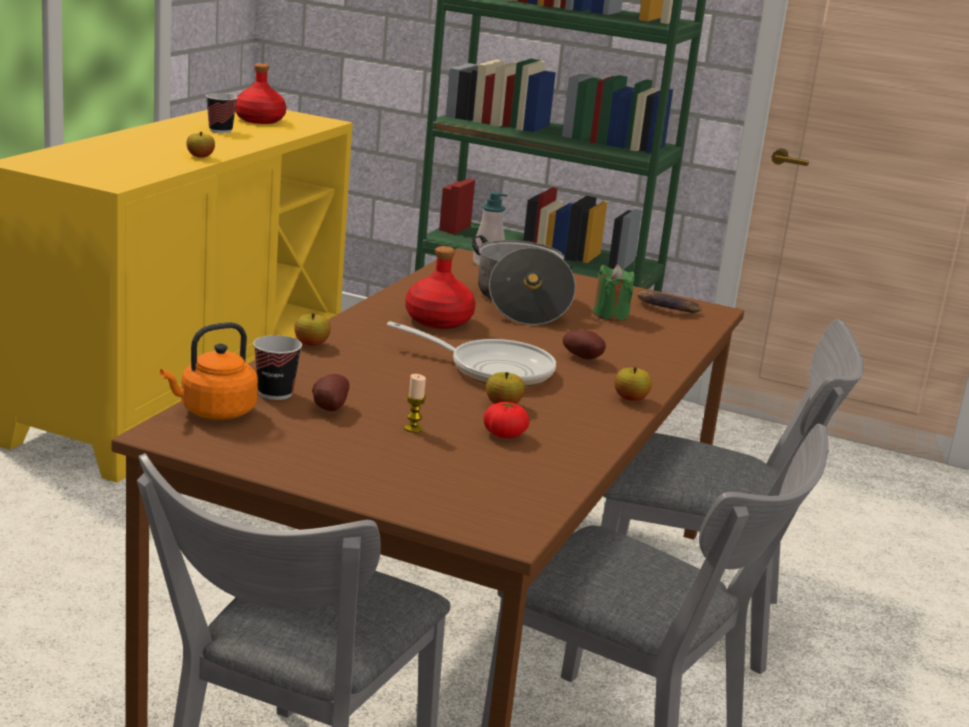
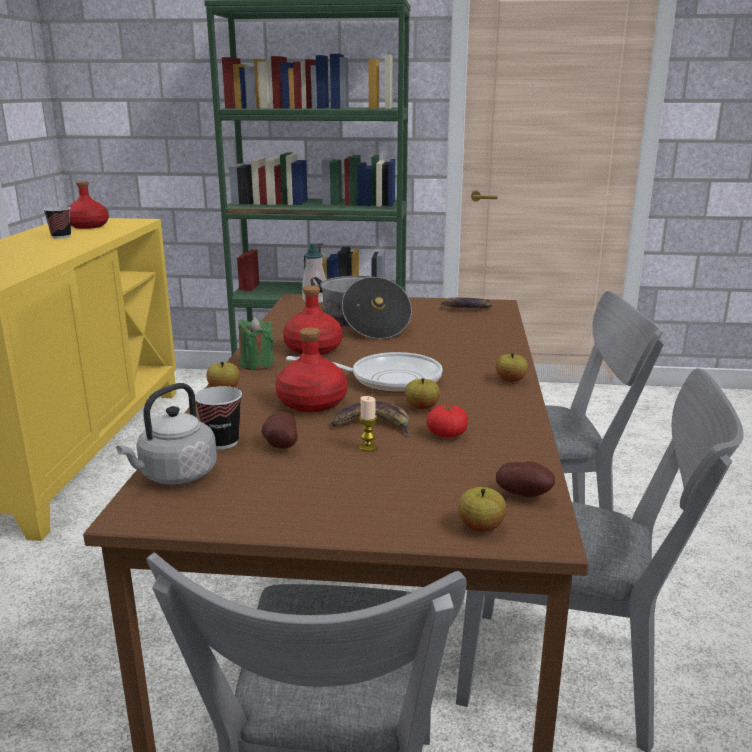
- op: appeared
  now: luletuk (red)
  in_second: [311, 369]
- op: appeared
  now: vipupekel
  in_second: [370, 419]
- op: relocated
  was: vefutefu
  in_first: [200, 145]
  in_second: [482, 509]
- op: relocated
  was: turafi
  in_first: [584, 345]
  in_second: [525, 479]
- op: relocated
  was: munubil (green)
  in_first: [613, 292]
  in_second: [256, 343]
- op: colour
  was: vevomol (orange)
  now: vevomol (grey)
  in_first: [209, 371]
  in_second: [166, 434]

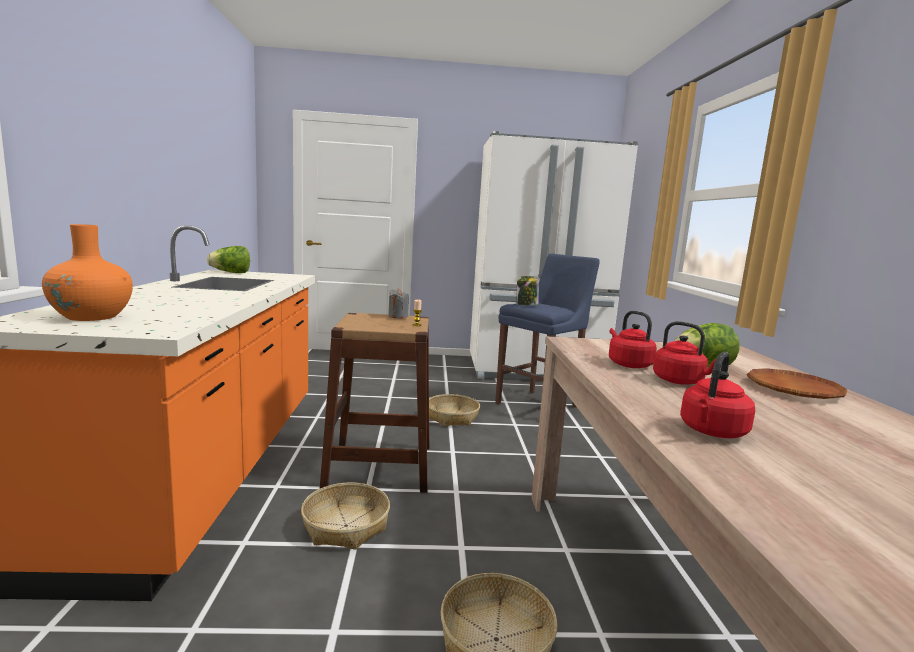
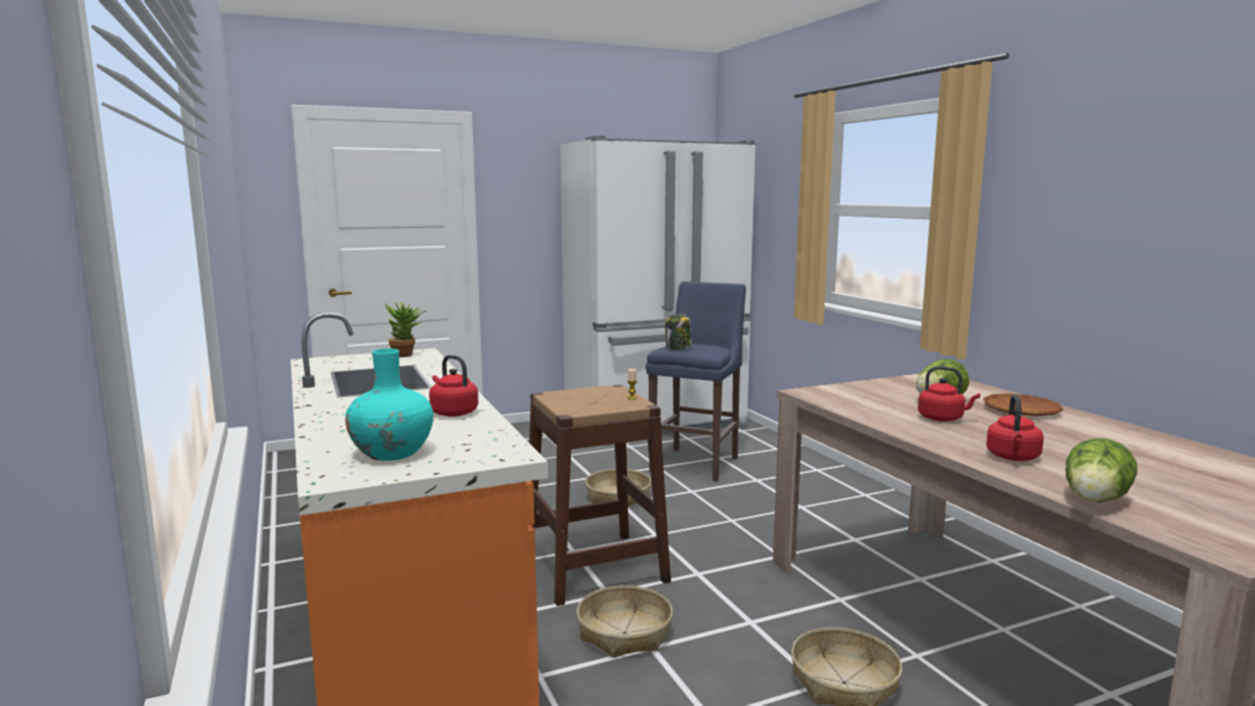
- op: missing
  was: munubil (grey)
  in_first: [398, 303]
- op: appeared
  now: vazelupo
  in_second: [405, 329]
- op: relocated
  was: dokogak
  in_first: [228, 259]
  in_second: [1101, 470]
- op: relocated
  was: vevomol (red)
  in_first: [633, 339]
  in_second: [453, 386]
- op: colour
  was: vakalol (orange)
  now: vakalol (turquoise)
  in_first: [87, 272]
  in_second: [389, 404]

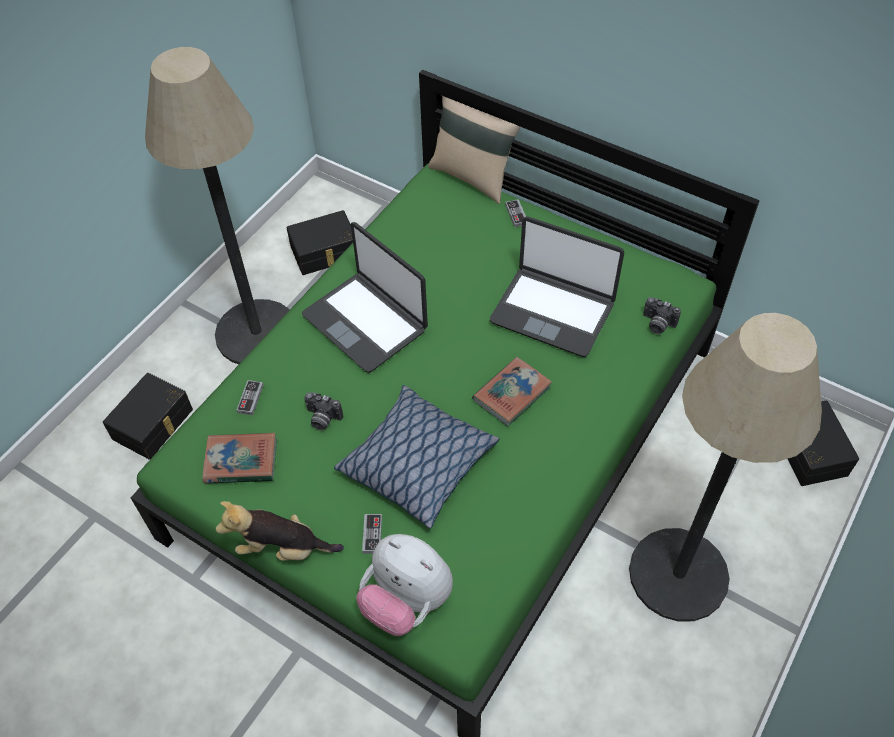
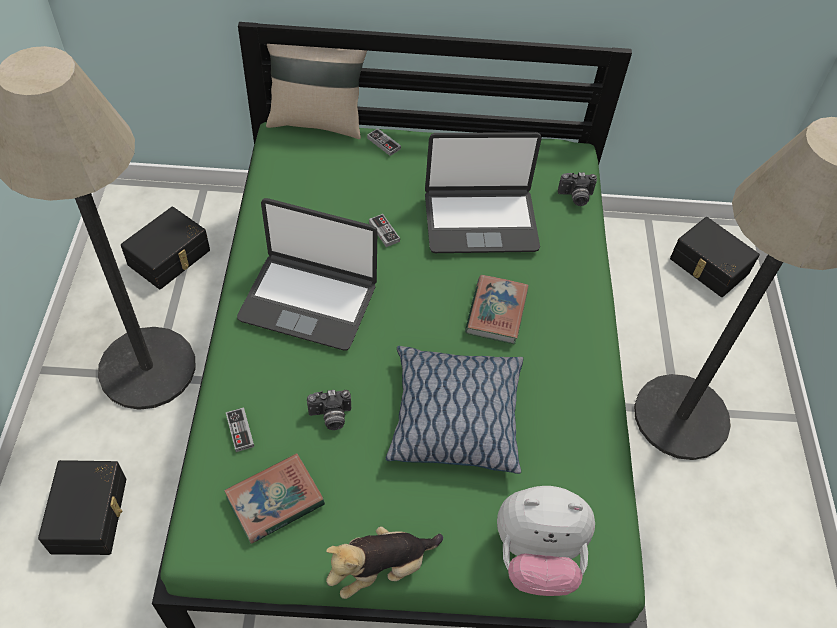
- op: relocated
  was: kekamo
  in_first: [372, 534]
  in_second: [384, 230]

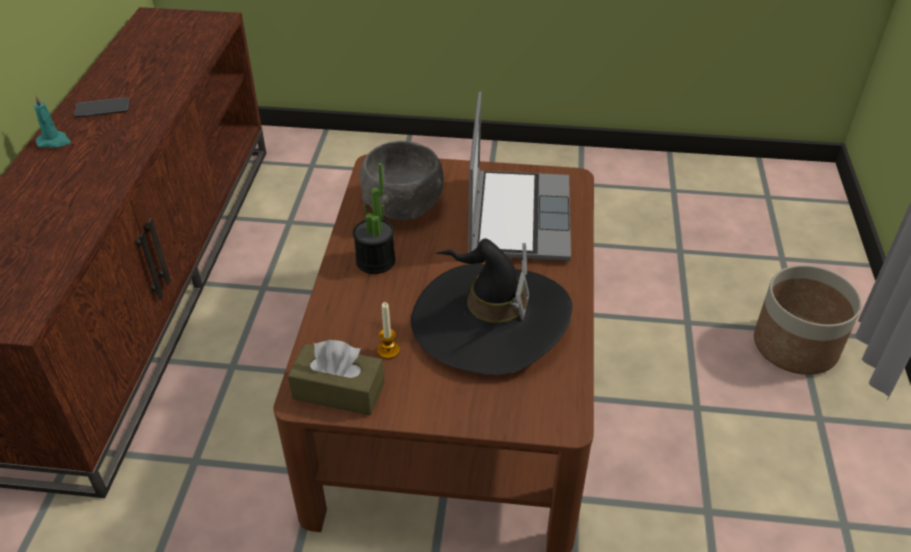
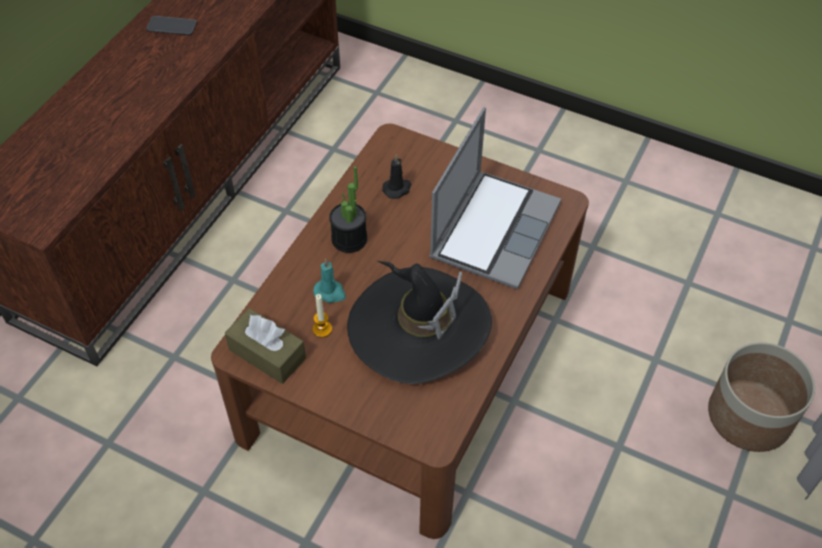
- op: relocated
  was: munubil (turquoise)
  in_first: [52, 121]
  in_second: [329, 281]
- op: exchanged
  was: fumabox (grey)
  now: munubil (black)
  in_first: [402, 180]
  in_second: [397, 176]

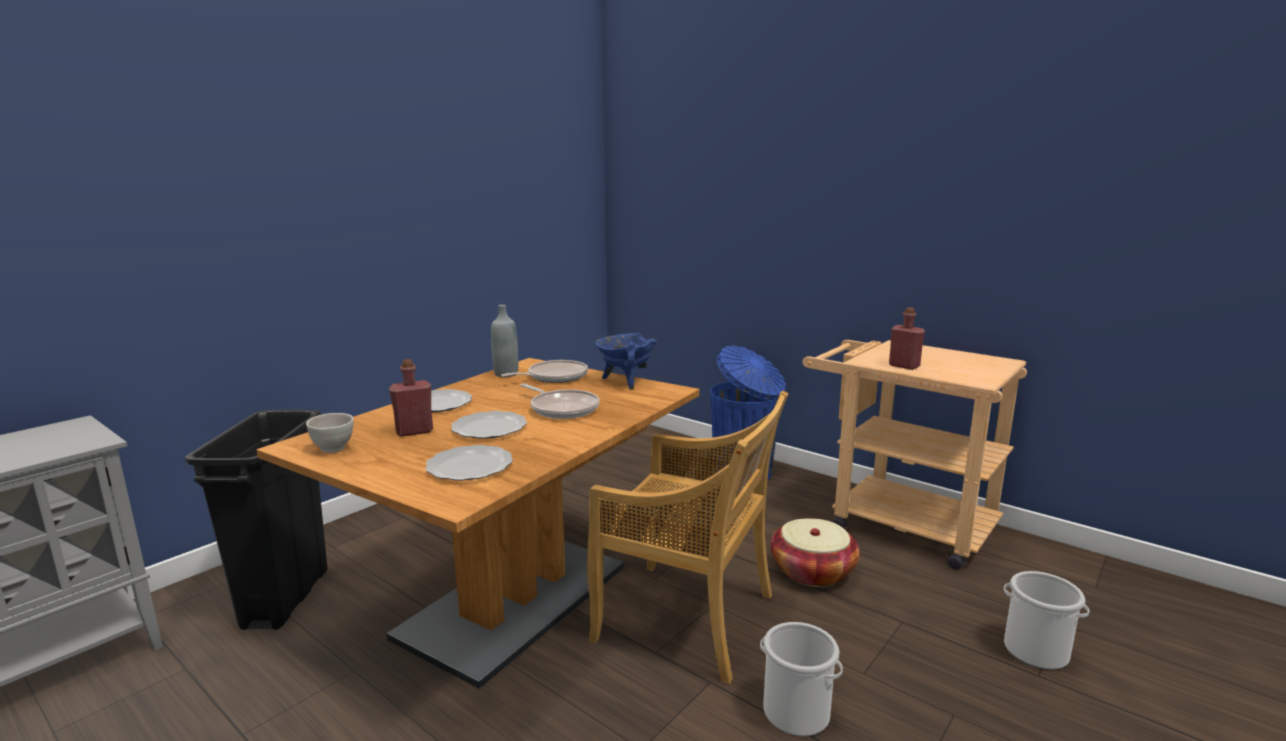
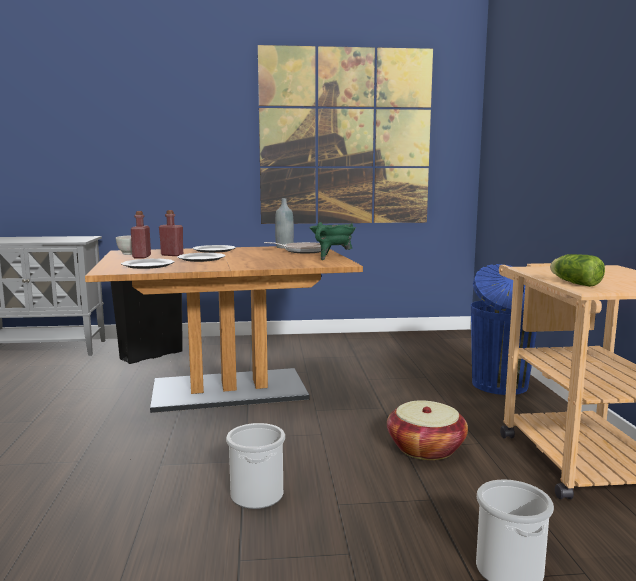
- op: missing
  was: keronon
  in_first: [560, 401]
- op: missing
  was: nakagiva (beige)
  in_first: [687, 537]
- op: appeared
  now: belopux
  in_second: [345, 134]
- op: appeared
  now: dokogak
  in_second: [577, 270]
- op: relocated
  was: luletuk (red)
  in_first: [907, 338]
  in_second: [141, 234]
- op: colour
  was: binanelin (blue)
  now: binanelin (green)
  in_first: [626, 361]
  in_second: [333, 241]

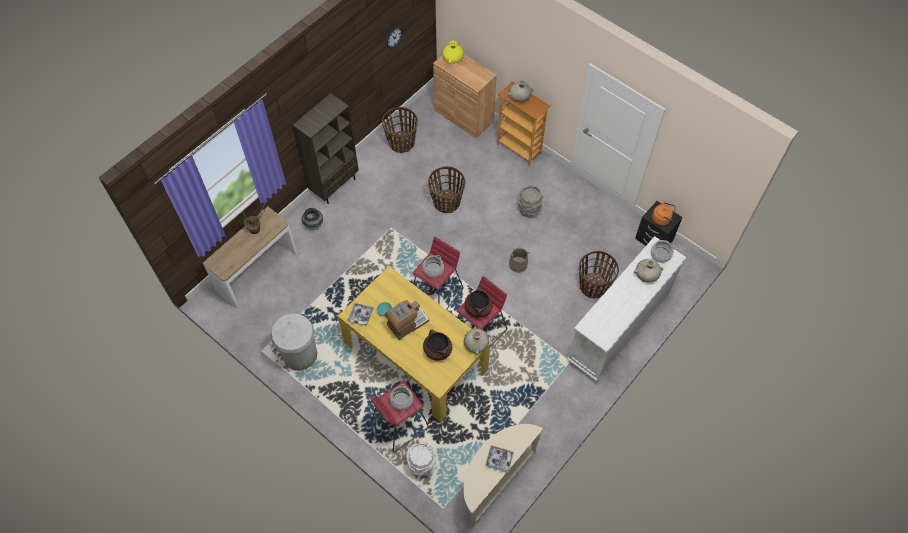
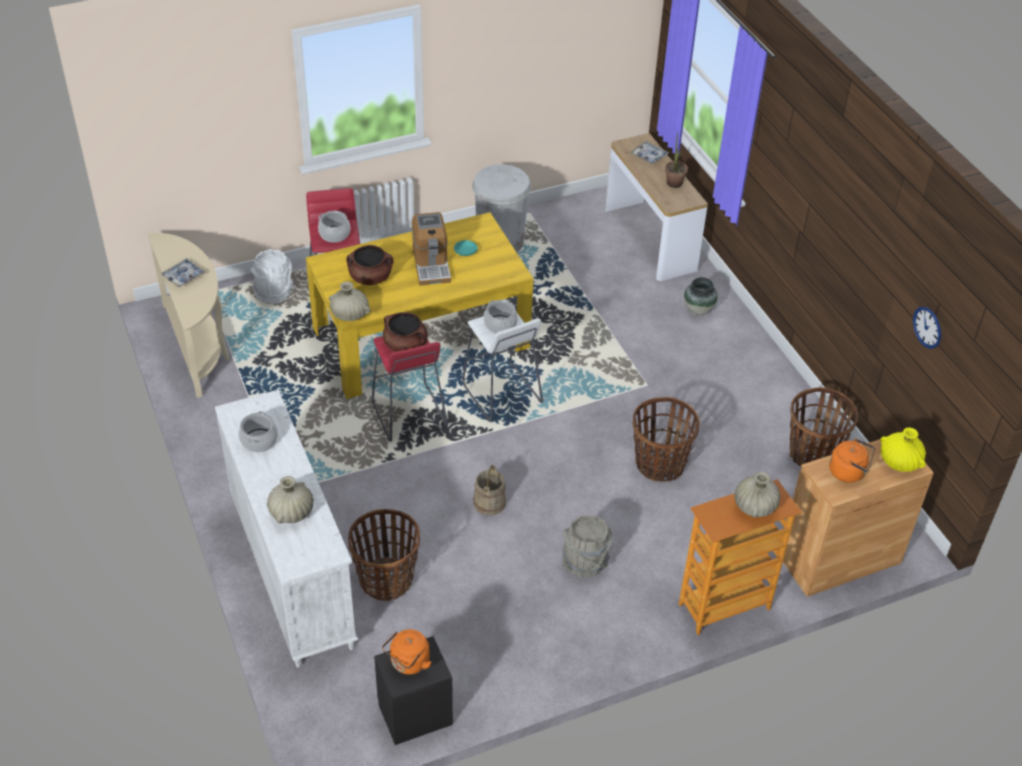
- op: missing
  was: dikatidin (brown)
  in_first: [326, 148]
- op: appeared
  now: vevomol (orange)
  in_second: [852, 461]
- op: relocated
  was: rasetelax
  in_first: [361, 315]
  in_second: [649, 153]
- op: relocated
  was: binanelin
  in_first: [662, 251]
  in_second: [258, 432]
- op: colour
  was: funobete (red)
  now: funobete (white)
  in_first: [438, 273]
  in_second: [502, 368]

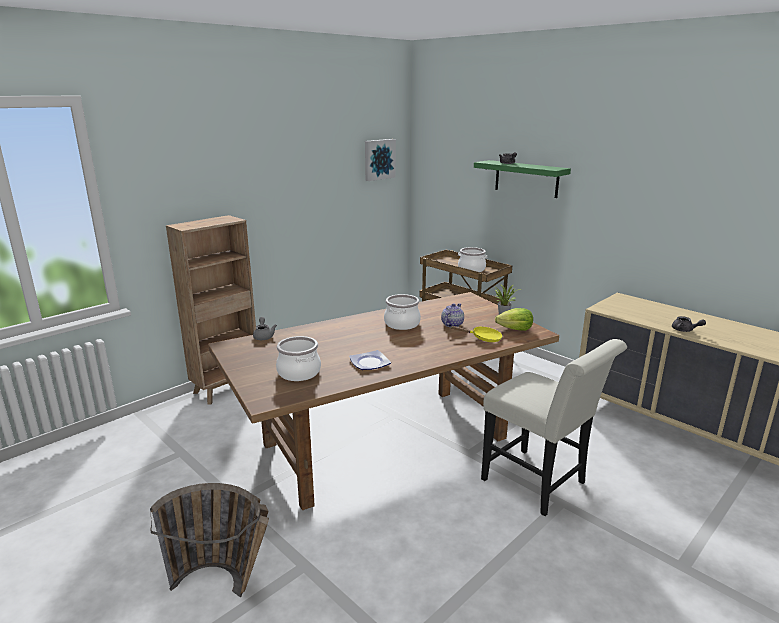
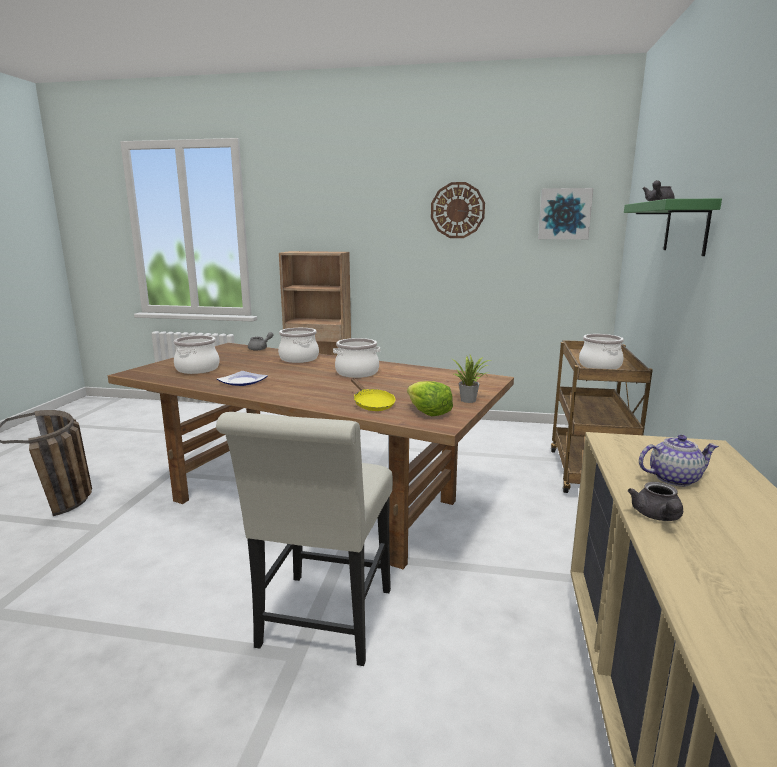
- op: appeared
  now: binanelin
  in_second: [298, 345]
- op: appeared
  now: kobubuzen
  in_second: [458, 210]
- op: relocated
  was: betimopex
  in_first: [452, 315]
  in_second: [679, 461]

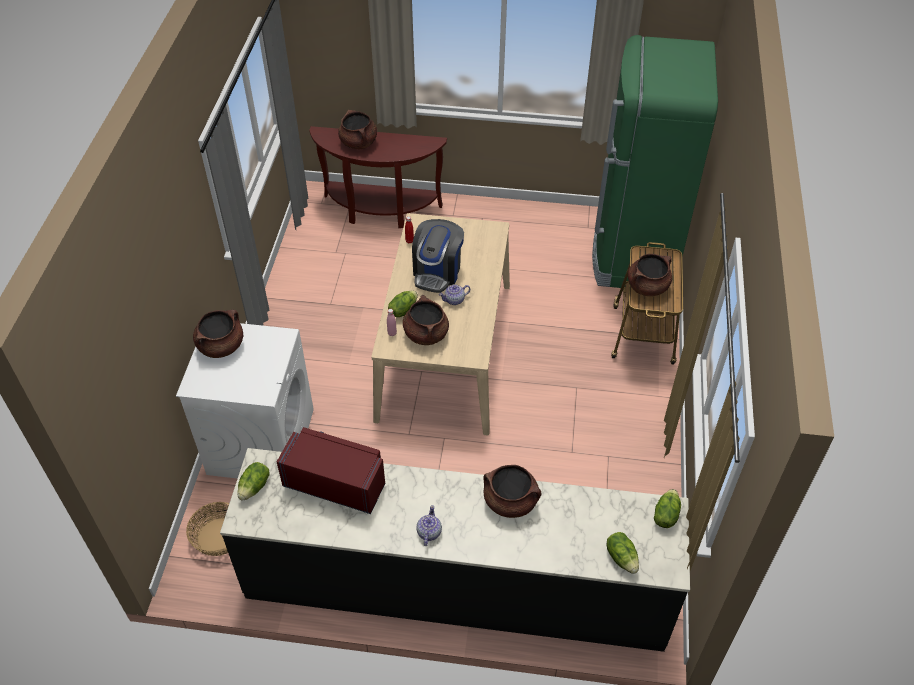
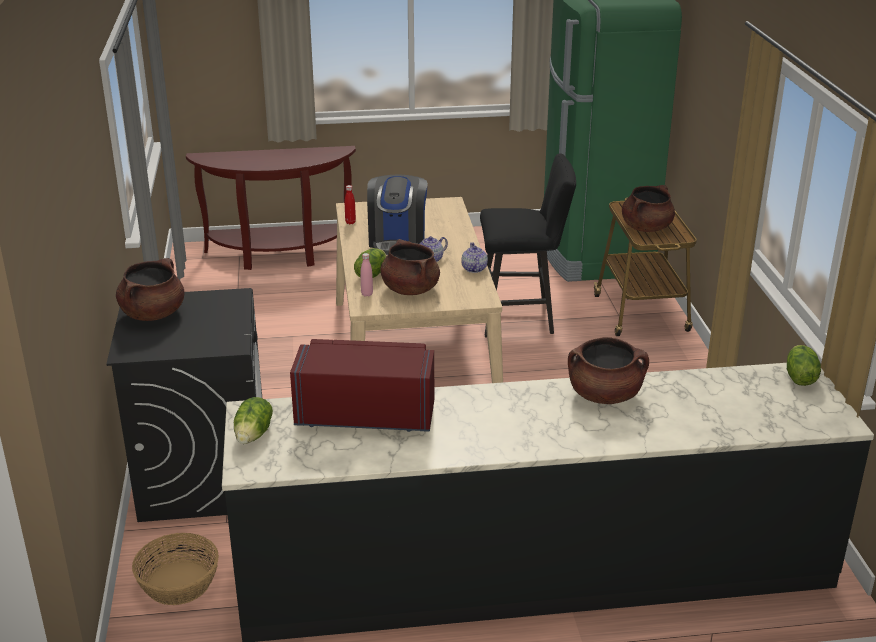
- op: missing
  was: binanelin (brown)
  in_first: [357, 129]
- op: missing
  was: dokogak
  in_first: [623, 553]
- op: appeared
  now: funobete (black)
  in_second: [528, 245]
- op: relocated
  was: betimopex
  in_first: [429, 525]
  in_second: [474, 258]
- op: colour
  was: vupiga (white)
  now: vupiga (black)
  in_first: [245, 401]
  in_second: [184, 405]

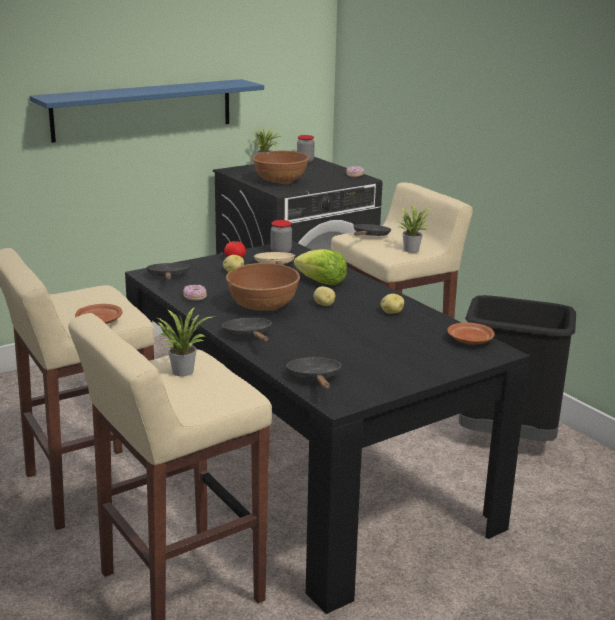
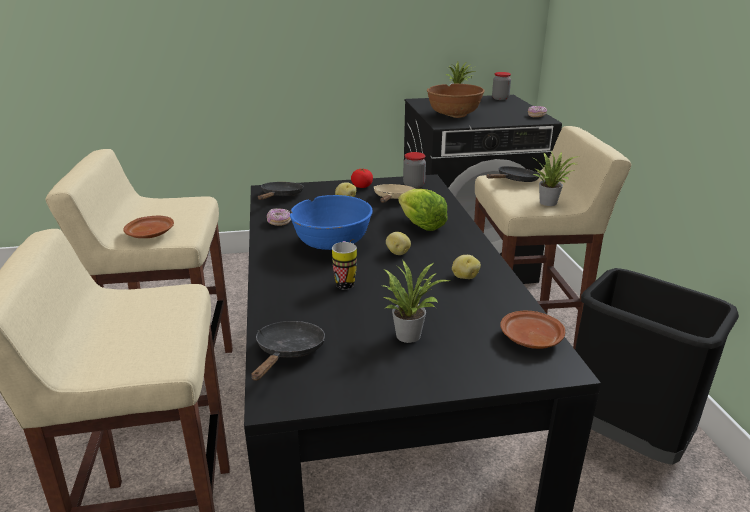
- op: missing
  was: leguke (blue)
  in_first: [147, 111]
- op: missing
  was: keronon (black)
  in_first: [246, 330]
- op: appeared
  now: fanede
  in_second: [344, 265]
- op: relocated
  was: vazelupo
  in_first: [184, 341]
  in_second: [416, 302]
- op: colour
  was: fumabox (brown)
  now: fumabox (blue)
  in_first: [263, 287]
  in_second: [331, 222]

